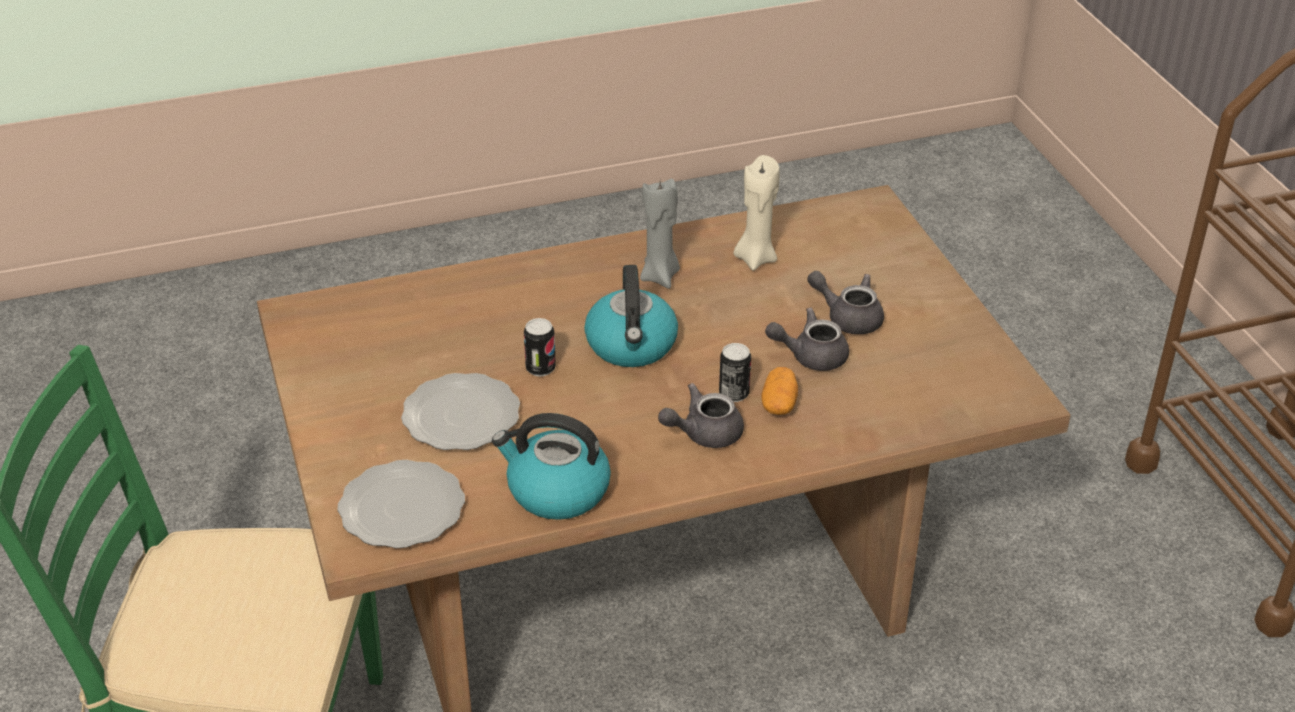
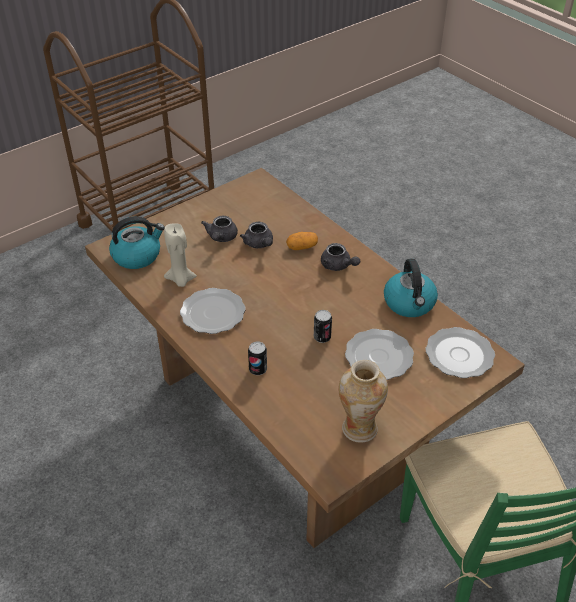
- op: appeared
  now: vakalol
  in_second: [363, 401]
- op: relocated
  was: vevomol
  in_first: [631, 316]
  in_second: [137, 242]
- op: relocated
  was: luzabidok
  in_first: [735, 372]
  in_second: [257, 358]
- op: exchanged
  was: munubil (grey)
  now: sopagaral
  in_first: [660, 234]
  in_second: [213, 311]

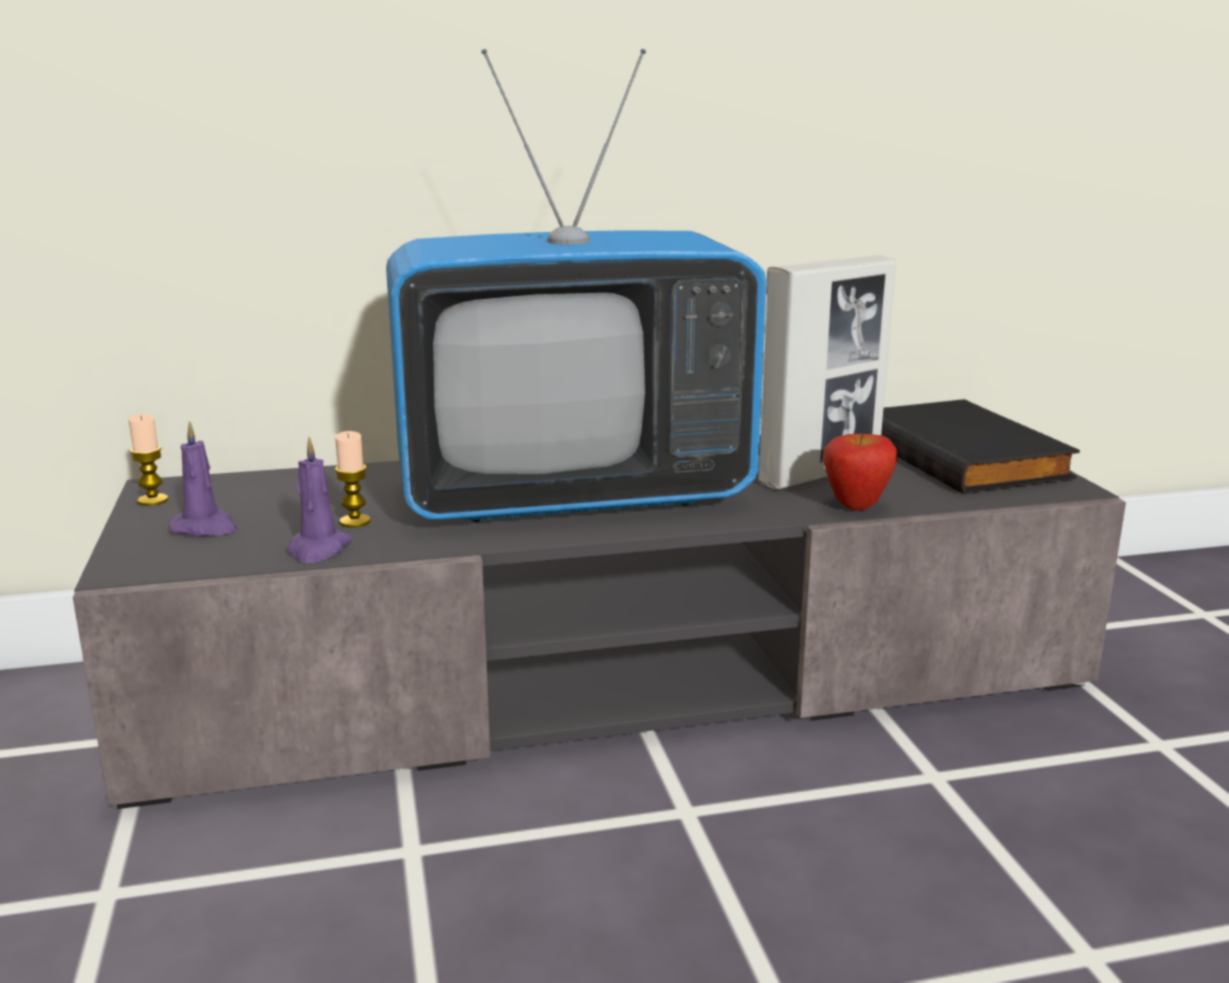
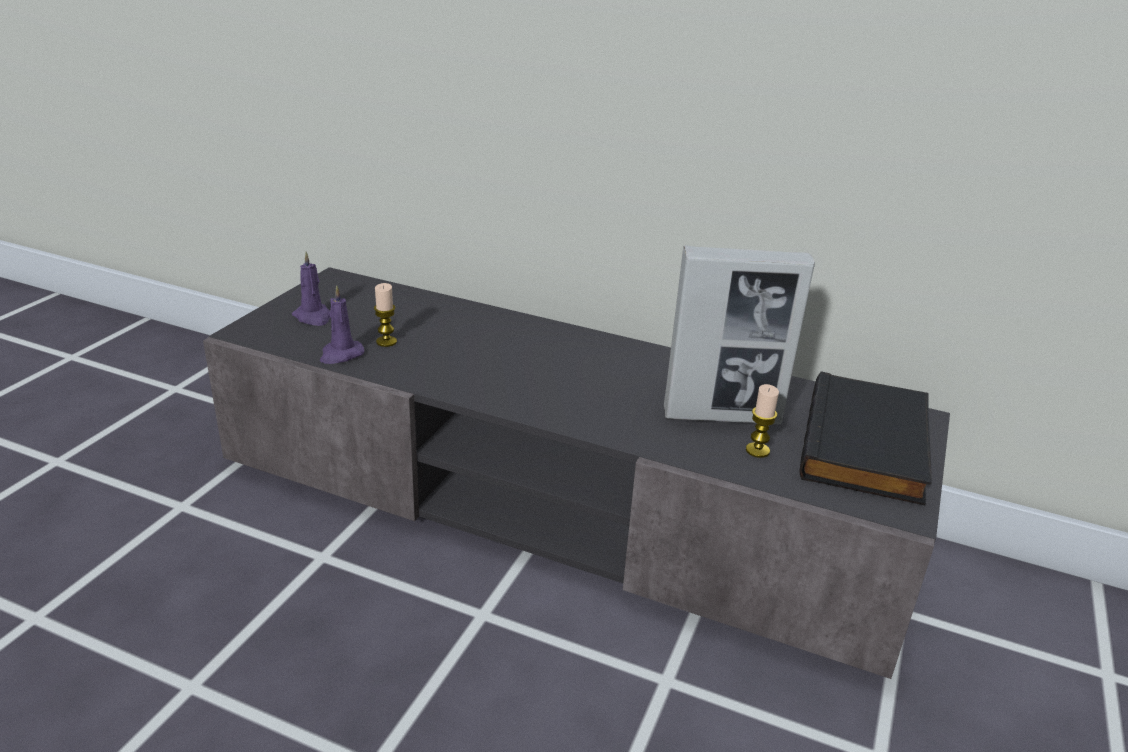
- op: missing
  was: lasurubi
  in_first: [576, 286]
- op: missing
  was: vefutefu
  in_first: [860, 471]
- op: relocated
  was: munubil
  in_first: [148, 460]
  in_second: [762, 421]

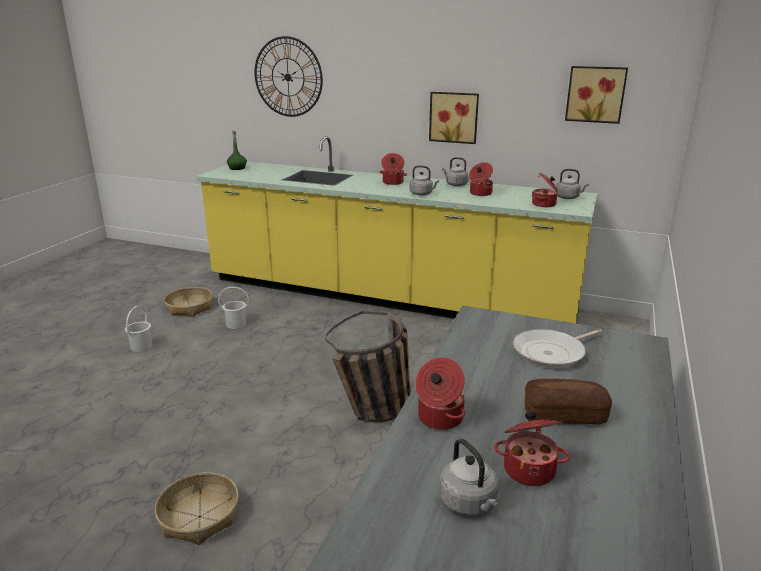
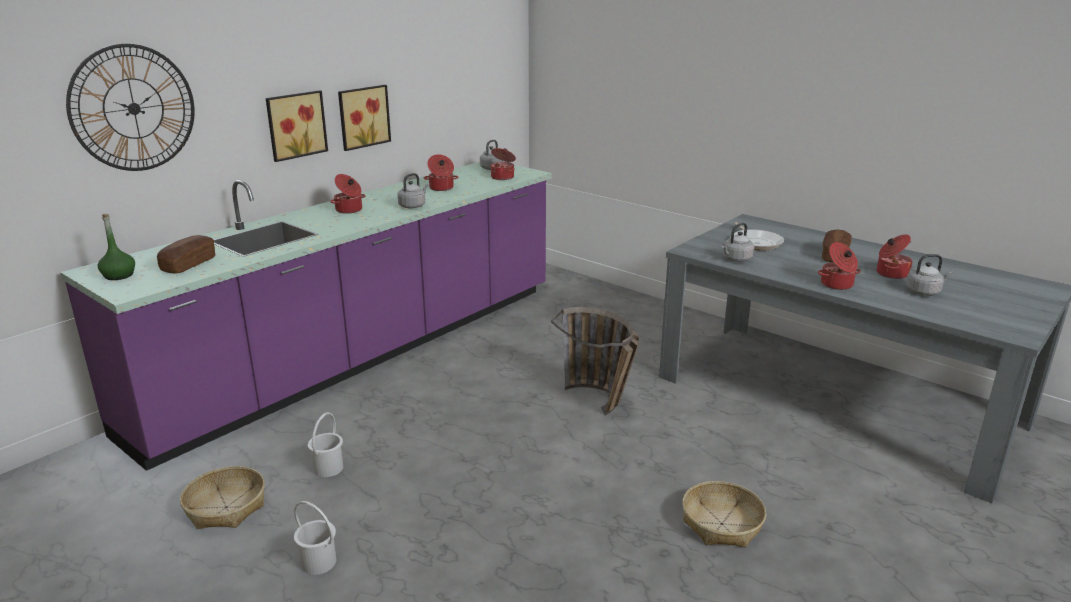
- op: appeared
  now: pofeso
  in_second: [186, 254]
- op: relocated
  was: vevomol (grey)
  in_first: [455, 171]
  in_second: [738, 242]
- op: relocated
  was: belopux
  in_first: [596, 95]
  in_second: [297, 126]
- op: colour
  was: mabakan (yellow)
  now: mabakan (purple)
  in_first: [397, 229]
  in_second: [305, 316]

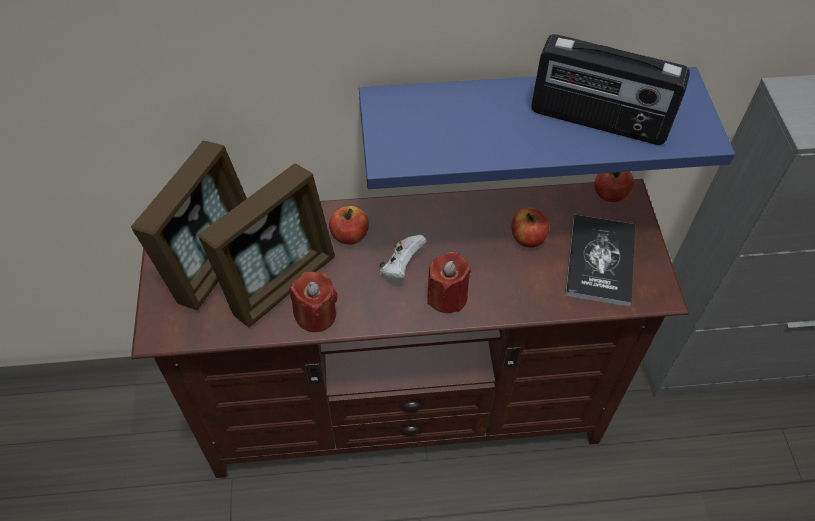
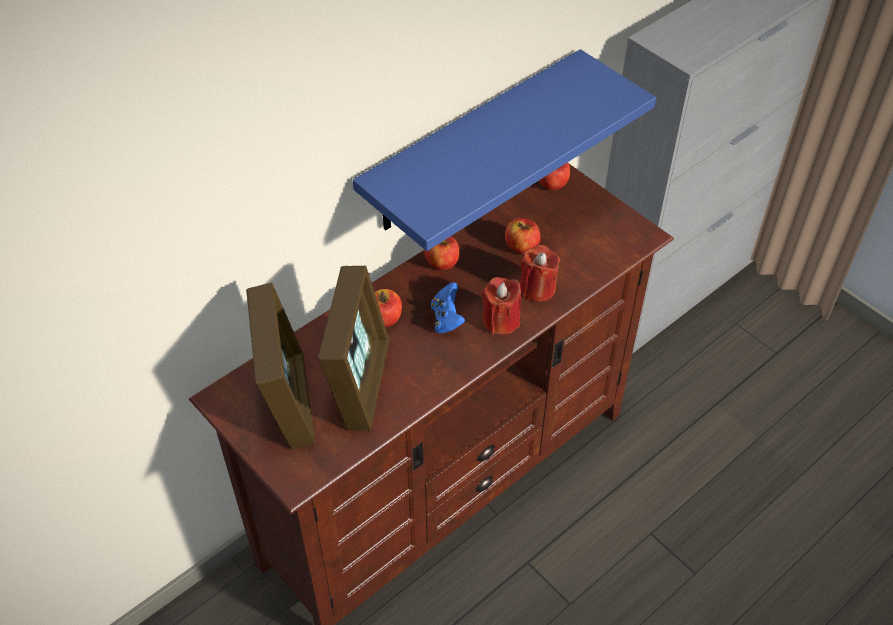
- op: missing
  was: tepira
  in_first: [610, 89]
- op: missing
  was: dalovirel
  in_first: [600, 260]
- op: appeared
  now: vefutefu
  in_second: [441, 253]
- op: relocated
  was: munubil (red)
  in_first: [314, 301]
  in_second: [540, 273]
- op: colour
  was: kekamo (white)
  now: kekamo (blue)
  in_first: [402, 257]
  in_second: [448, 307]

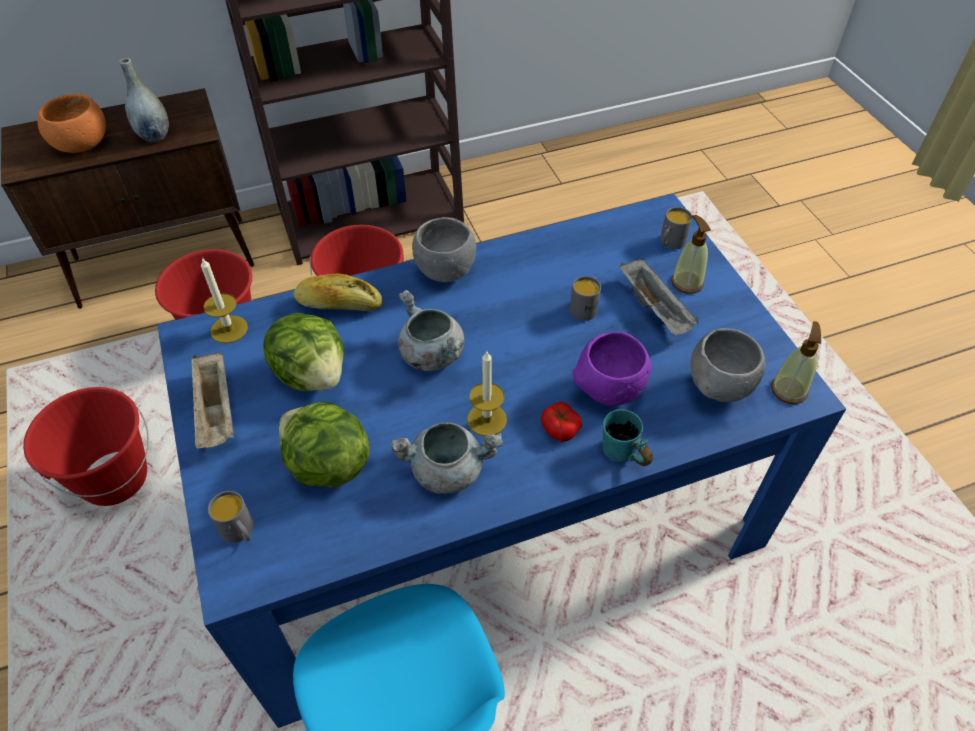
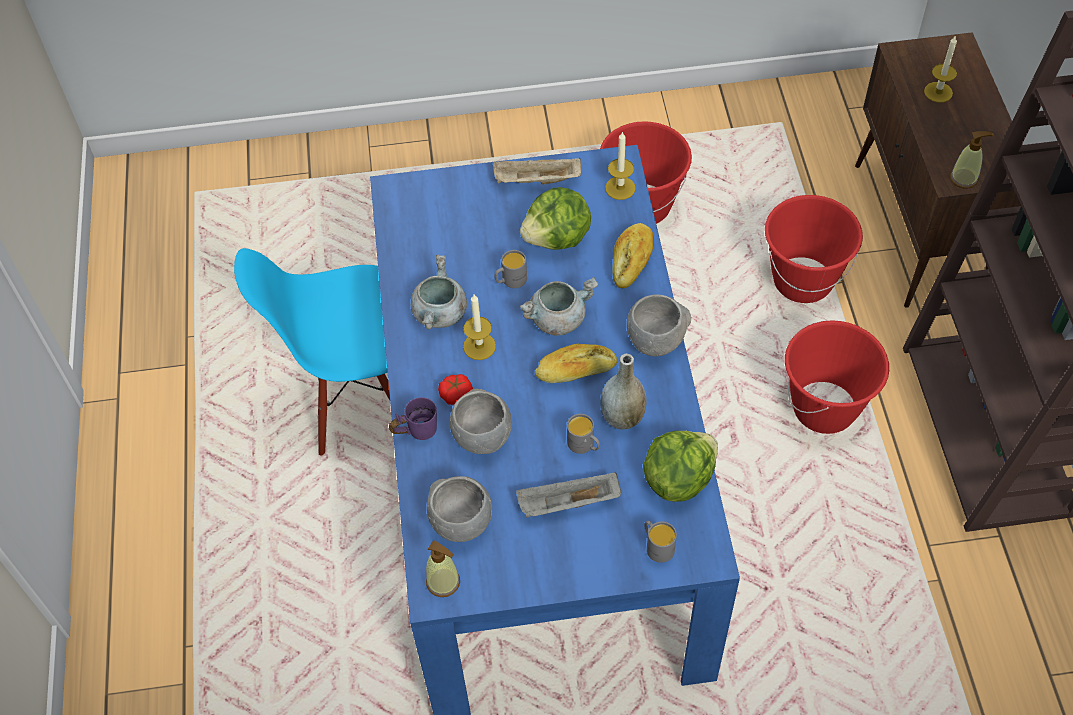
- op: appeared
  now: pofeso
  in_second: [576, 363]
- op: relocated
  was: vakalol (grey)
  in_first: [144, 100]
  in_second: [623, 392]
- op: relocated
  was: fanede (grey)
  in_first: [231, 517]
  in_second: [510, 269]
- op: relocated
  was: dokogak
  in_first: [324, 444]
  in_second: [680, 466]
- op: relocated
  was: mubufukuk
  in_first: [691, 254]
  in_second: [972, 160]
- op: exchanged
  was: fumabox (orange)
  now: munubil
  in_first: [72, 123]
  in_second: [940, 69]
- op: colour
  was: fumabox (purple)
  now: fumabox (grey)
  in_first: [611, 368]
  in_second: [481, 421]
- op: colour
  was: fanede (turquoise)
  now: fanede (purple)
  in_first: [628, 437]
  in_second: [413, 418]

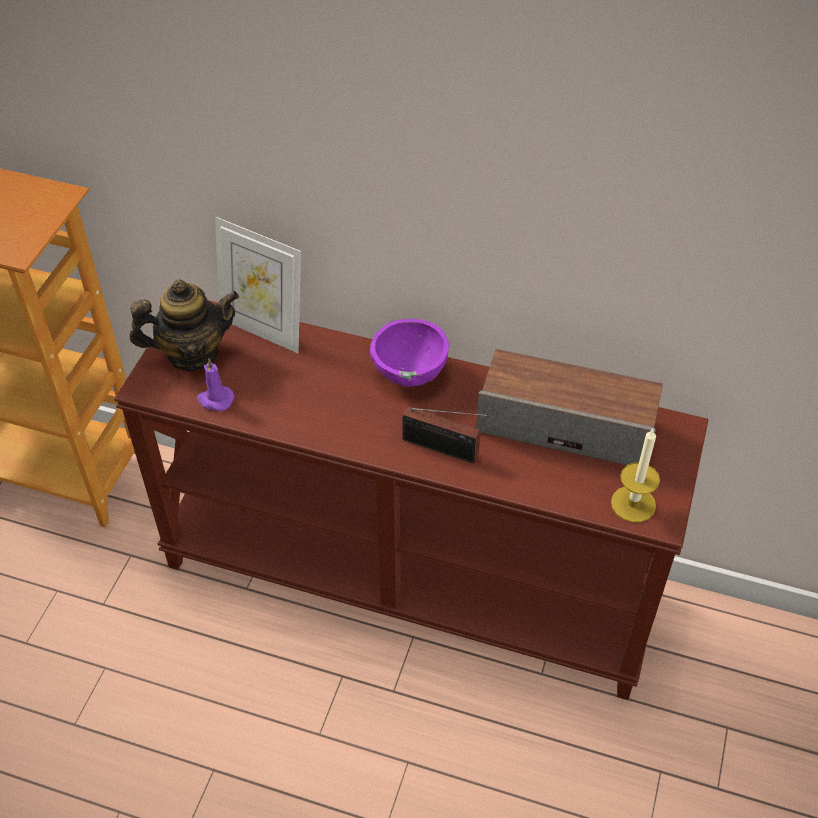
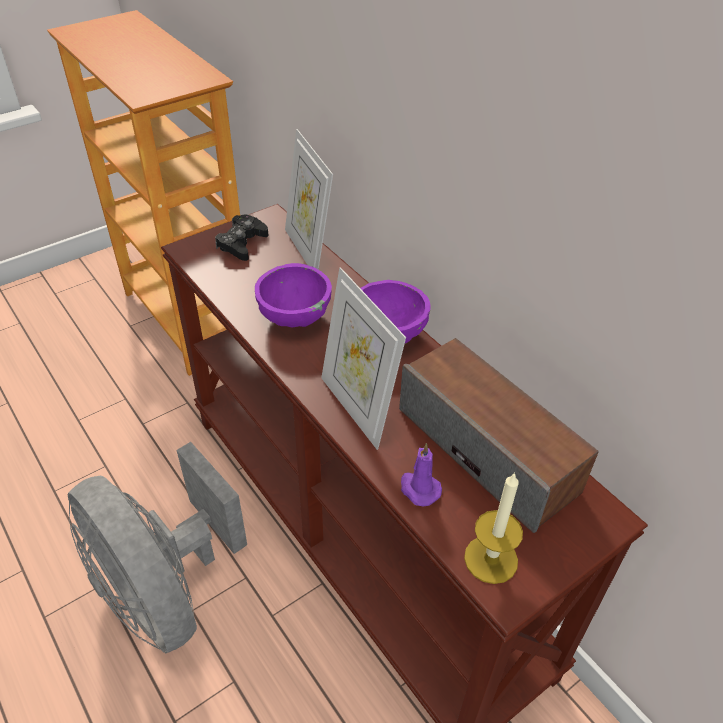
- op: appeared
  now: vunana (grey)
  in_second: [157, 547]
- op: appeared
  now: fumabox (purple)
  in_second: [293, 295]
- op: relocated
  was: munubil (purple)
  in_first: [216, 384]
  in_second: [421, 474]
- op: exchanged
  was: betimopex
  now: kekamo (black)
  in_first: [184, 325]
  in_second: [241, 238]
- op: exchanged
  was: tepira
  now: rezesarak
  in_first: [446, 435]
  in_second: [363, 358]

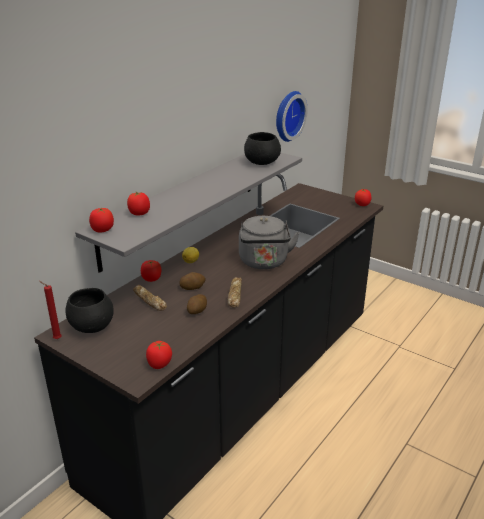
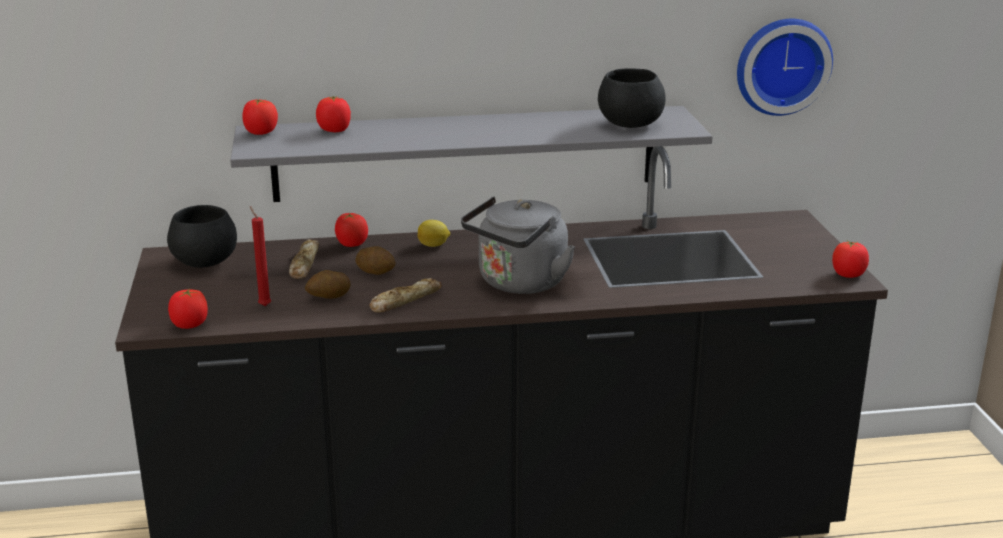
- op: relocated
  was: munubil (red)
  in_first: [50, 310]
  in_second: [260, 256]

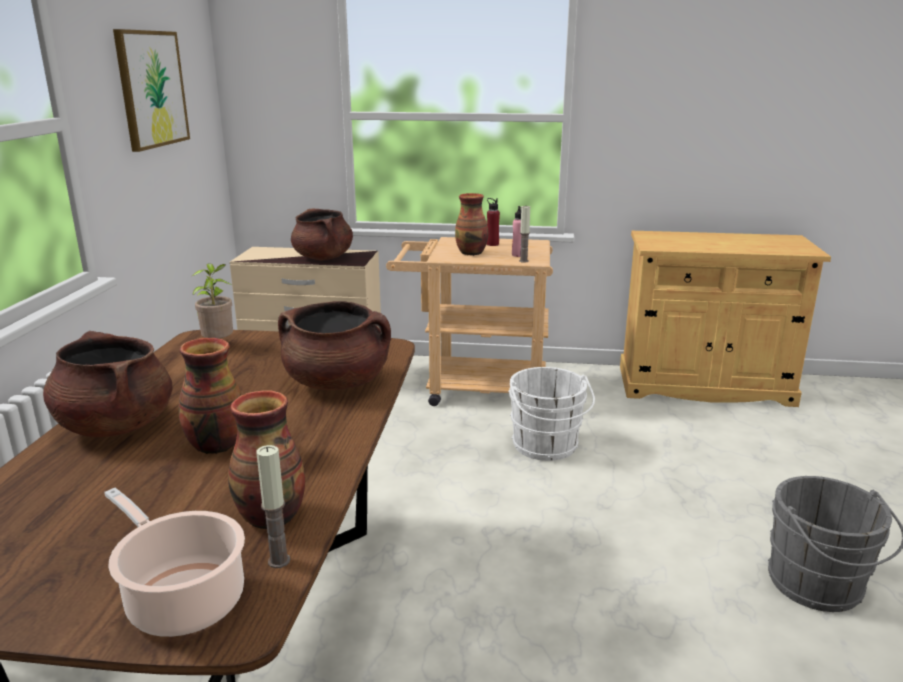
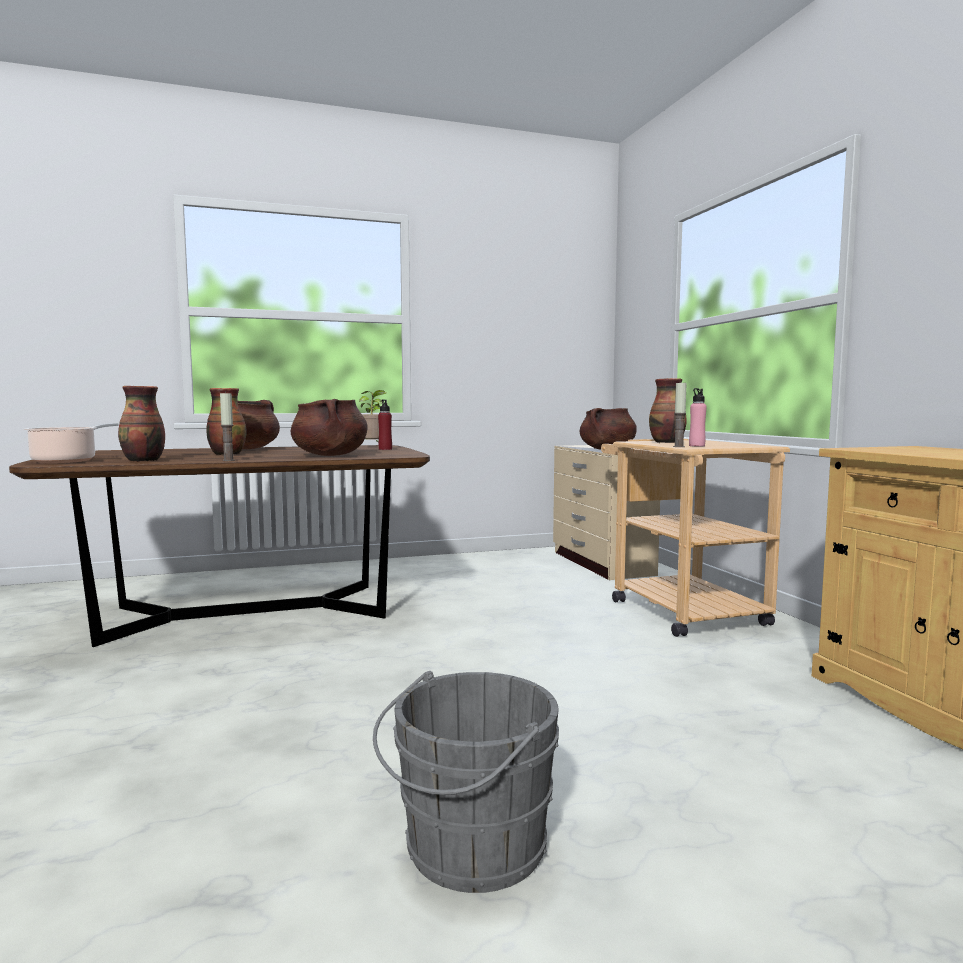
- op: missing
  was: belopux
  in_first: [151, 90]
- op: missing
  was: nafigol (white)
  in_first: [551, 414]
- op: relocated
  was: munubil
  in_first: [273, 506]
  in_second: [227, 426]
- op: relocated
  was: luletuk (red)
  in_first: [493, 222]
  in_second: [385, 425]

